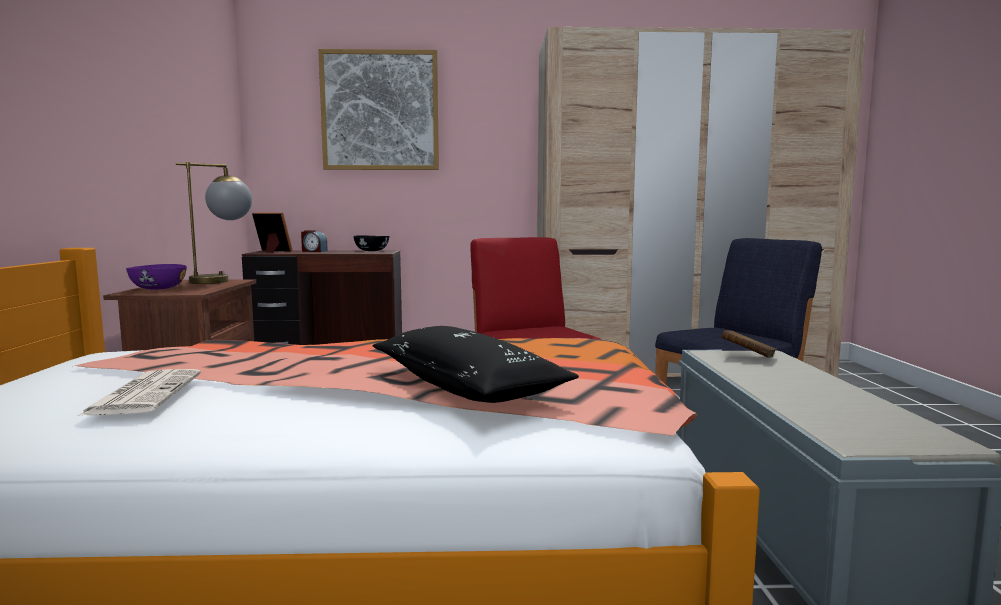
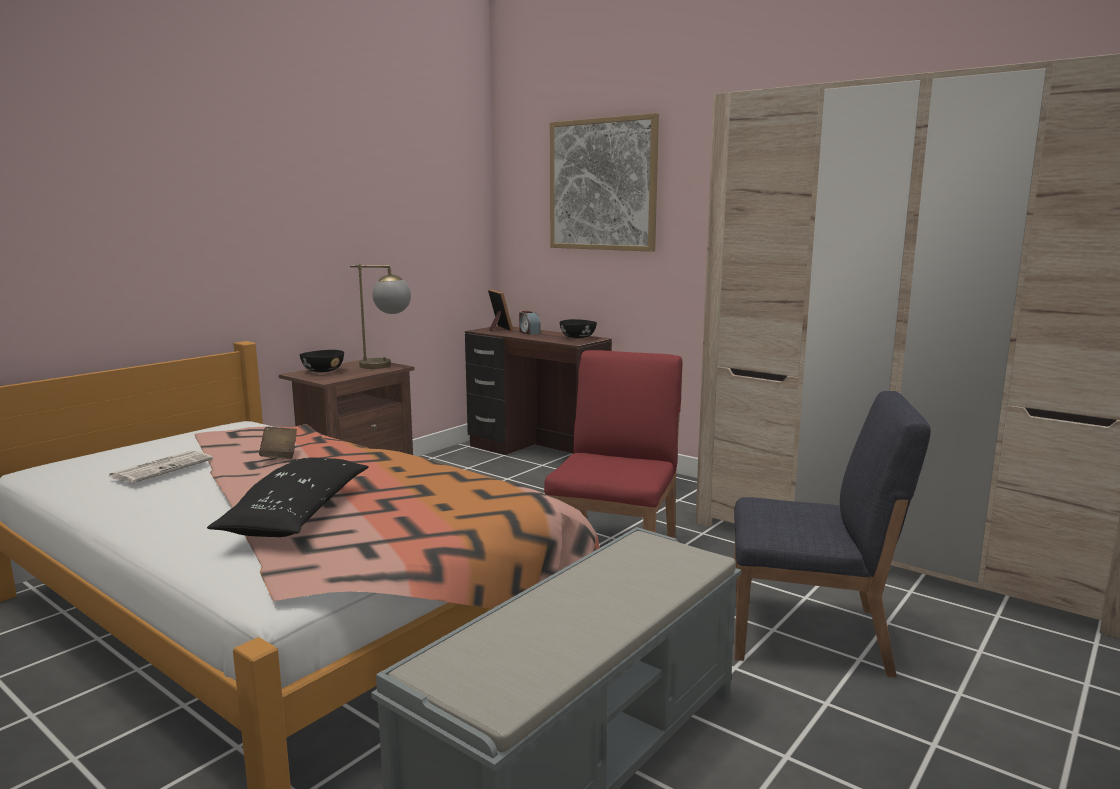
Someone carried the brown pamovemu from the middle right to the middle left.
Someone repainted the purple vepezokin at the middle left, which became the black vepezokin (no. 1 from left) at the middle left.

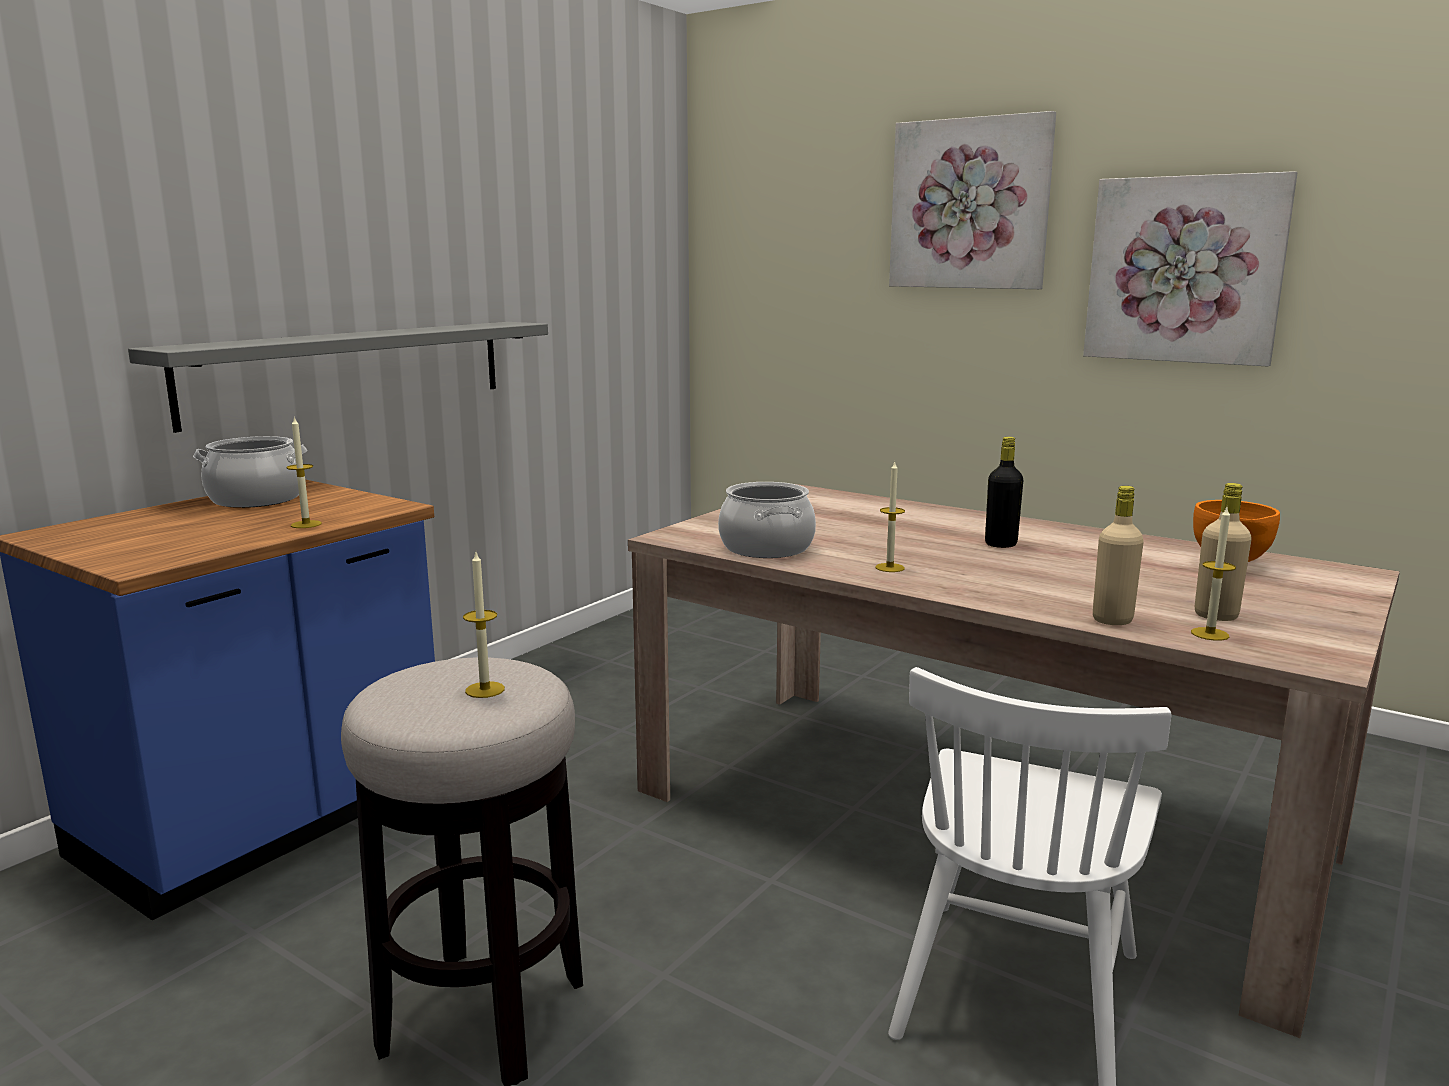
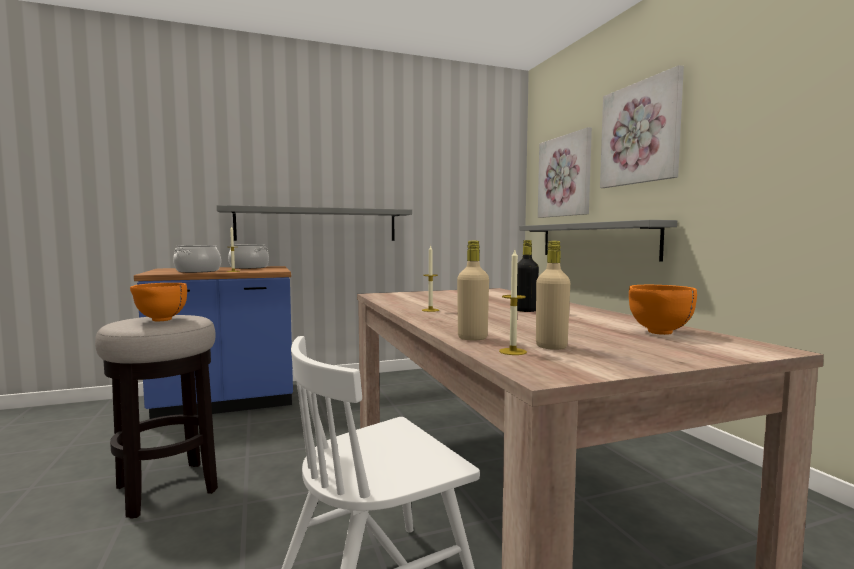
Someone swapped the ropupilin (no. 2 from left) at the centre for the orange vepezokin (no. 1 from left) at the middle left.
Someone carried the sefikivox (no. 2 from left in the first image) from the centre to the middle left.
Someone put up the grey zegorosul (no. 2 from left) at the middle right.
Someone carried the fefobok (no. 2 from left in the first image) from the top right to the top centre.

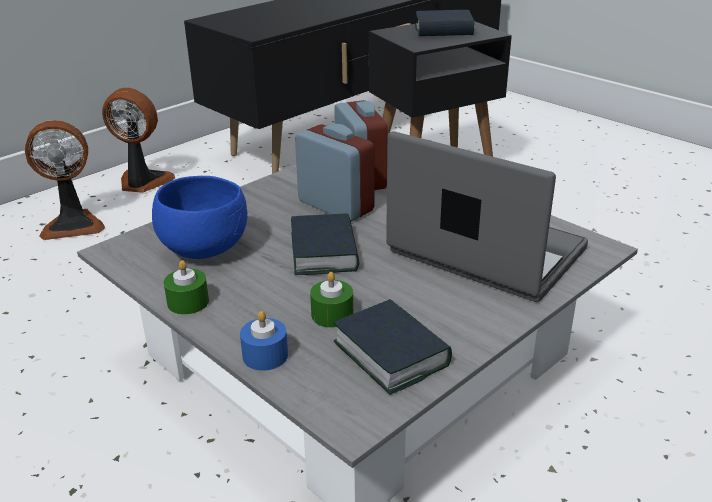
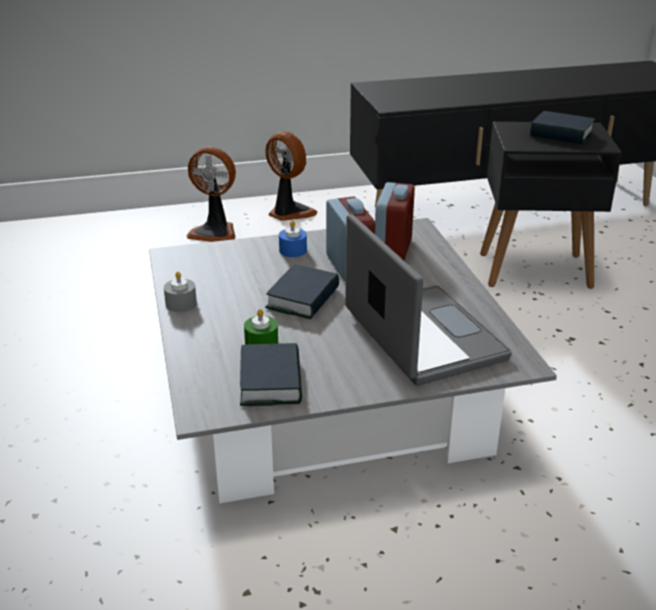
Someone repainted the green ropupilin (no. 1 from left) at the middle left, which became the grey ropupilin at the middle left.
Someone carried the blue ropupilin from the bottom centre to the centre.
Someone took away the blue vepezokin at the middle left.

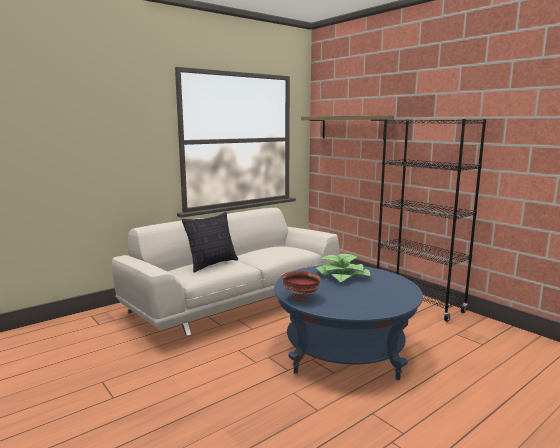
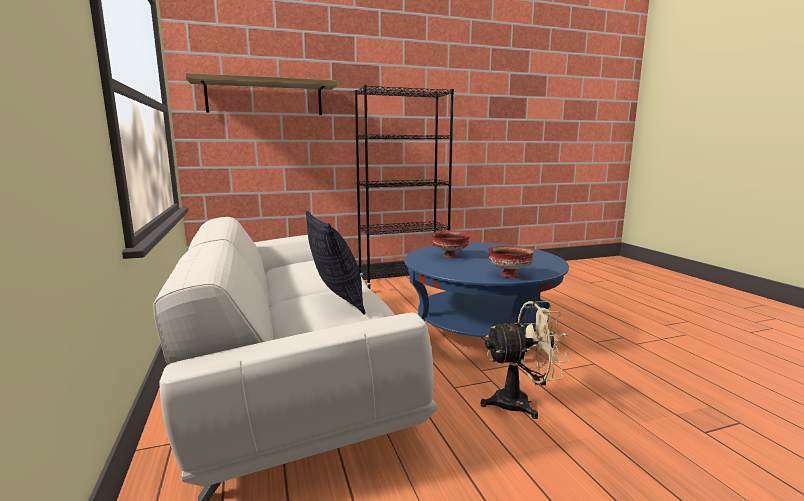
Someone swapped the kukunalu at the centre for the red vepezokin (no. 1 from left) at the centre.
Someone put down the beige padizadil at the bottom centre.

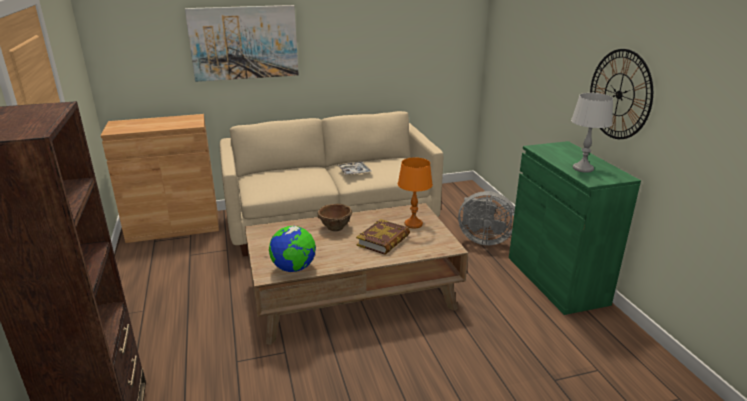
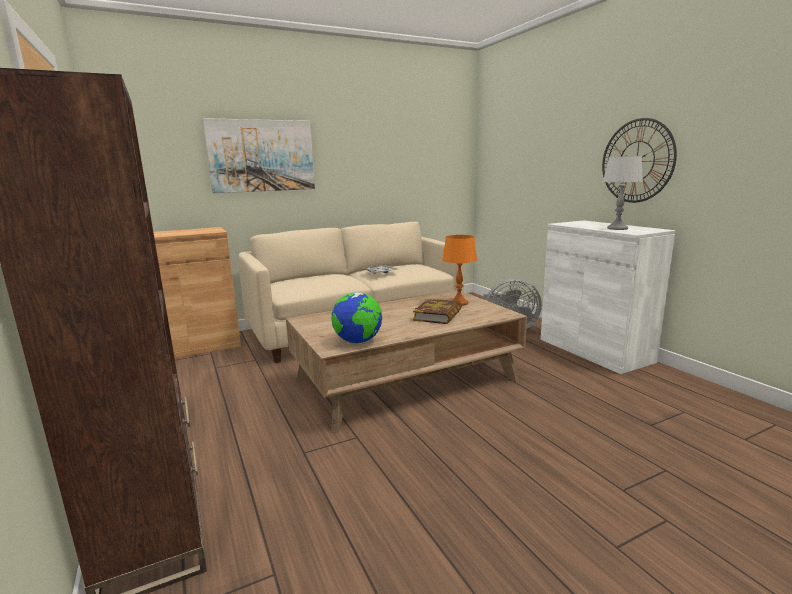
Someone repainted the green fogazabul at the middle right, which became the white fogazabul at the middle right.
Someone took away the brown vepezokin at the centre.

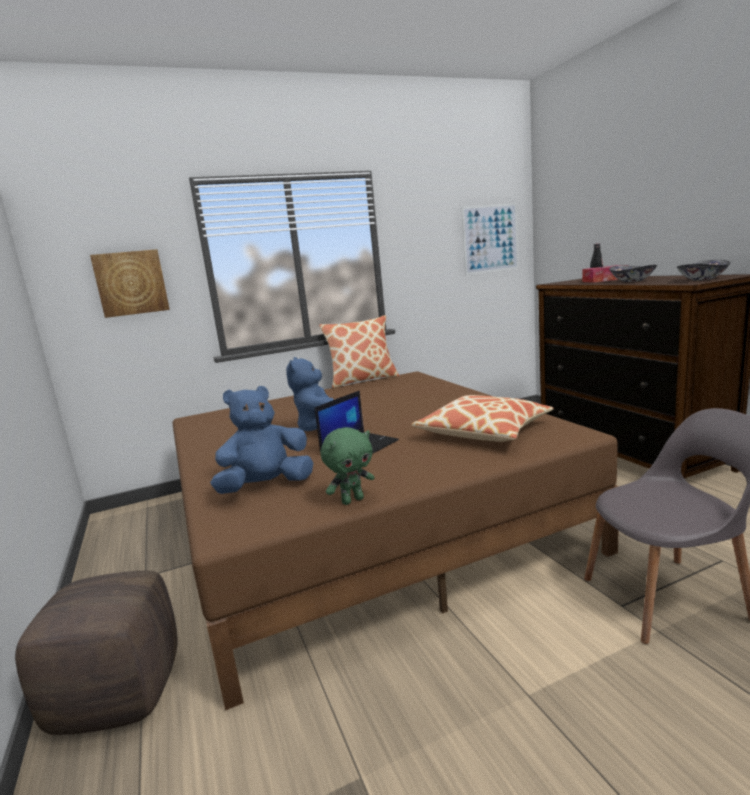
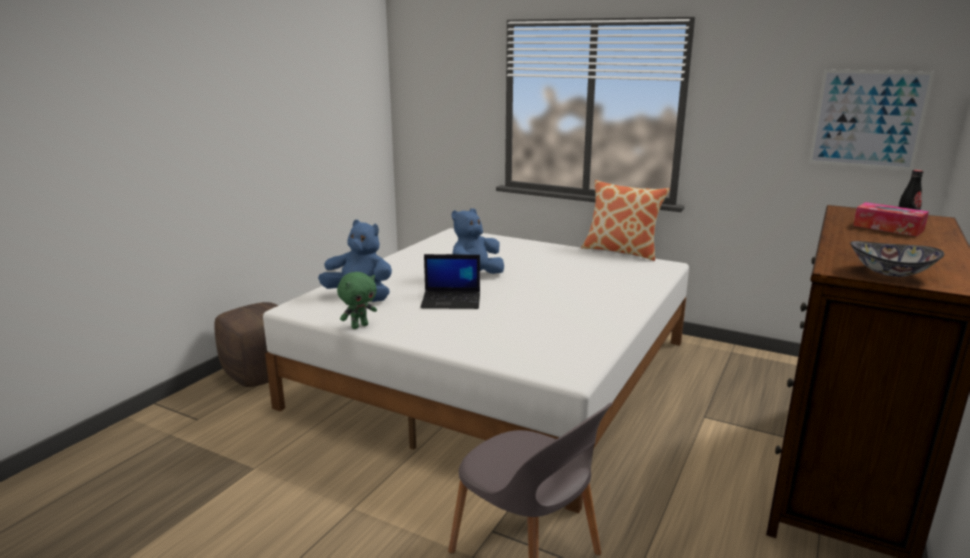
Someone repainted the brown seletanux at the bottom centre, which became the white seletanux at the centre.
Someone rotated the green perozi at the centre by 60 degrees counterclockwise.
Someone took away the fefobok (no. 1 from left) at the middle left.
Someone took away the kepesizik (no. 2 from left) at the centre.
Someone took away the vepezokin (no. 1 from left) at the middle right.

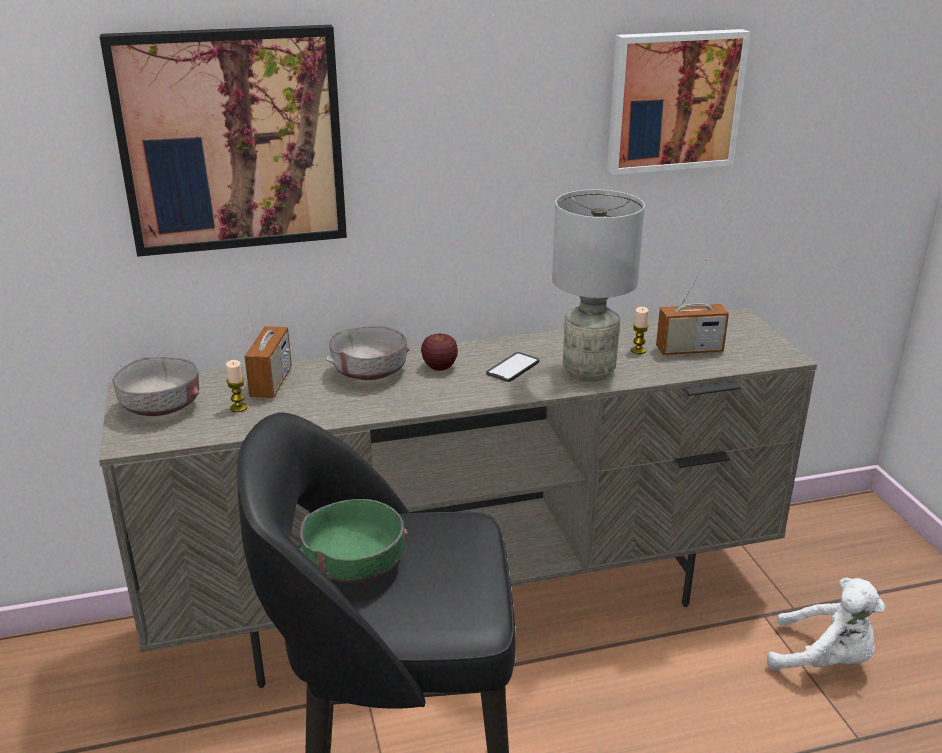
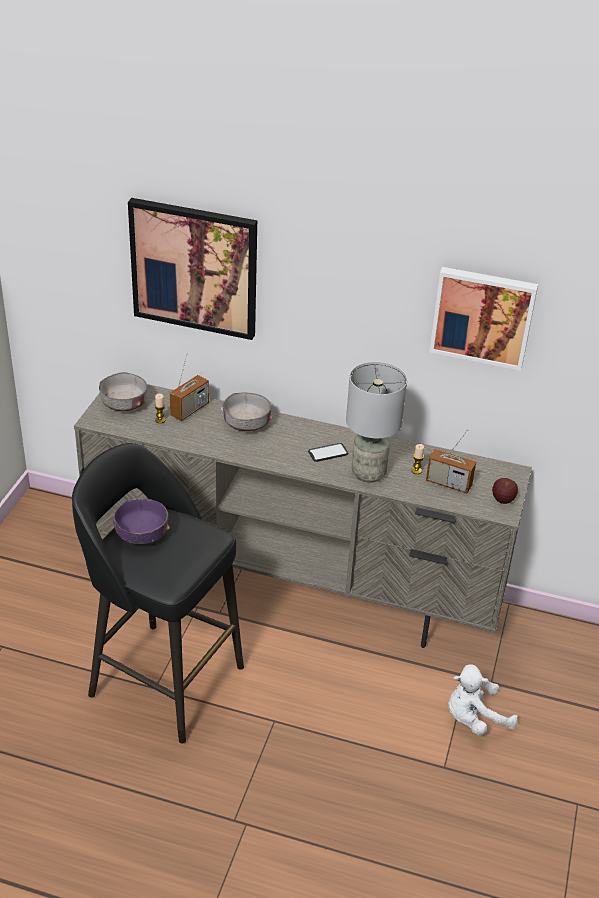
Someone repainted the green vepezokin at the bottom centre, which became the purple vepezokin at the middle left.
Someone rotated the white perozi at the bottom right by 105 degrees clockwise.
Someone carried the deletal from the centre to the middle right.

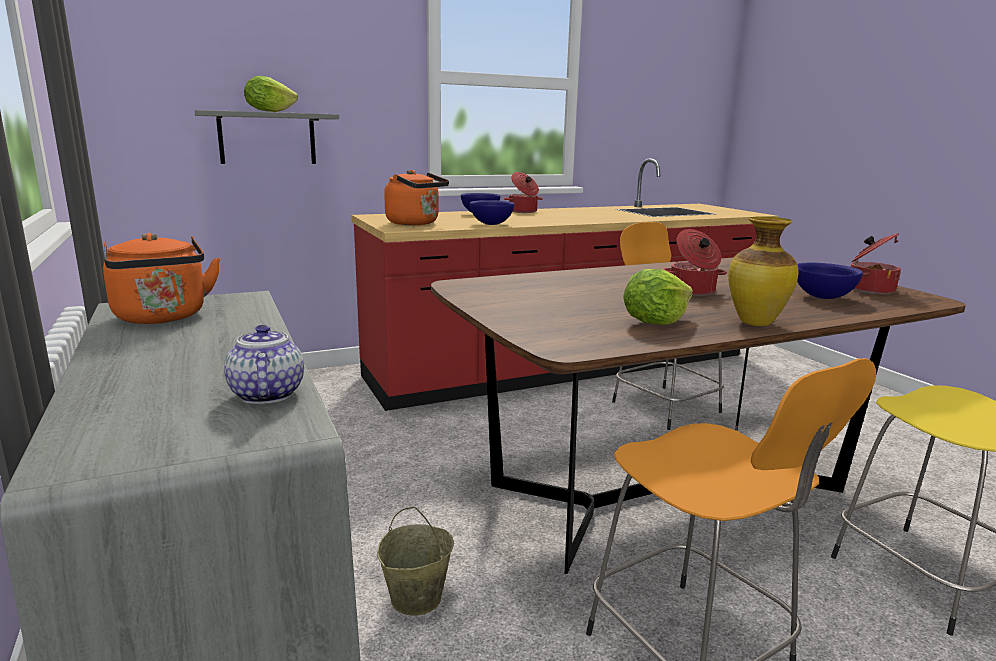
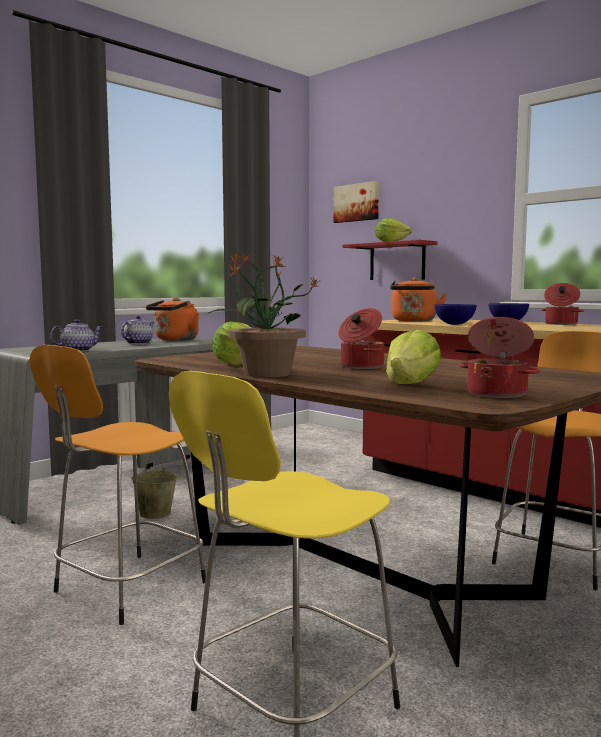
Someone put down the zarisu (no. 2 from left) at the middle left.
Someone swapped the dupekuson at the middle right for the kukunalu at the centre.
Someone put up the fefobok at the top centre.
Someone repainted the grey zegorosul at the top left, which became the red zegorosul at the centre.
Someone swapped the blue vepezokin (no. 3 from left) at the middle right for the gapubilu (no. 3 from left) at the middle right.

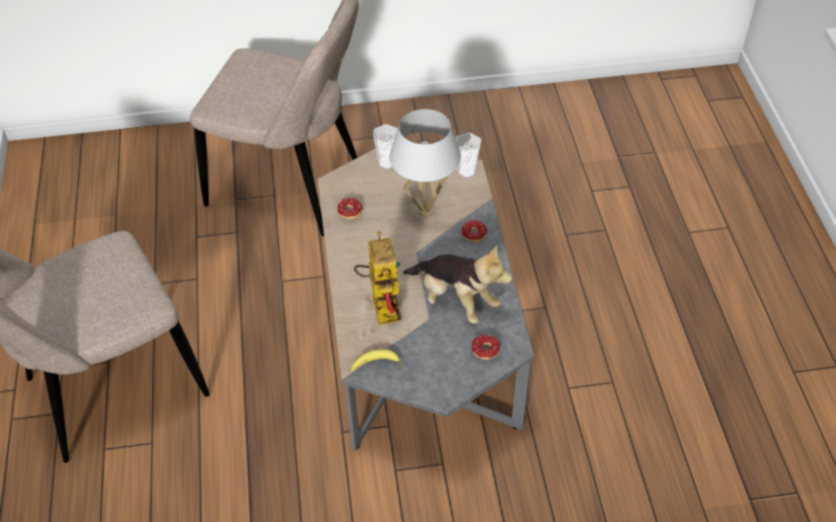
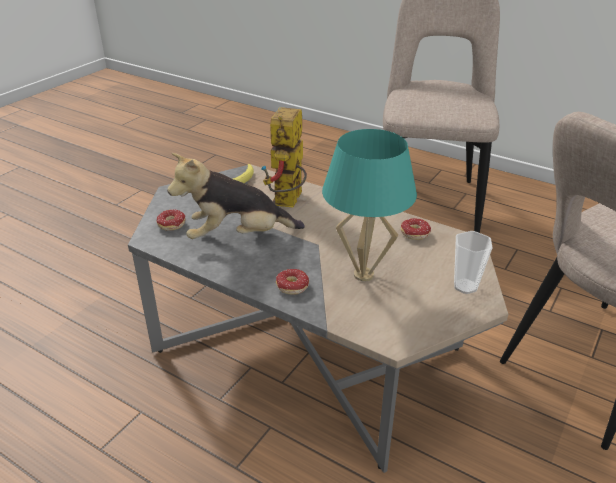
Someone rotated the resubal at the centre by 75 degrees clockwise.
Someone repainted the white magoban at the top centre, which became the turquoise magoban at the centre.
Someone took away the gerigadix (no. 2 from left) at the top centre.

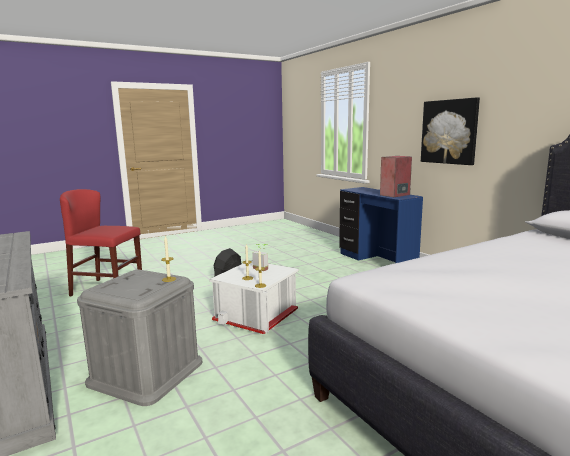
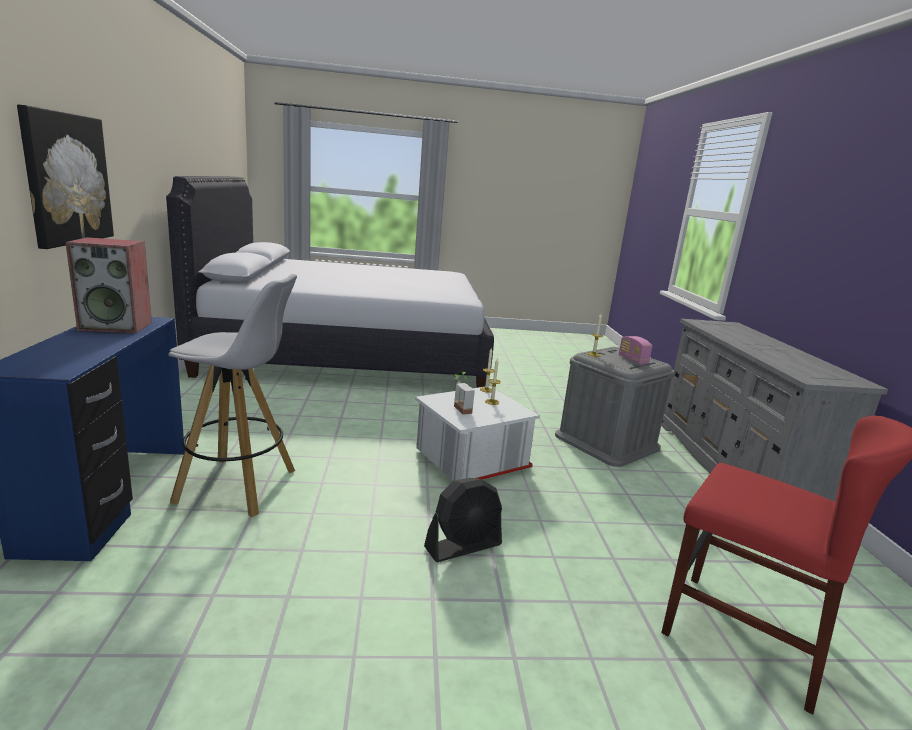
Someone put down the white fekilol at the middle left.
Someone put down the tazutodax at the middle right.

